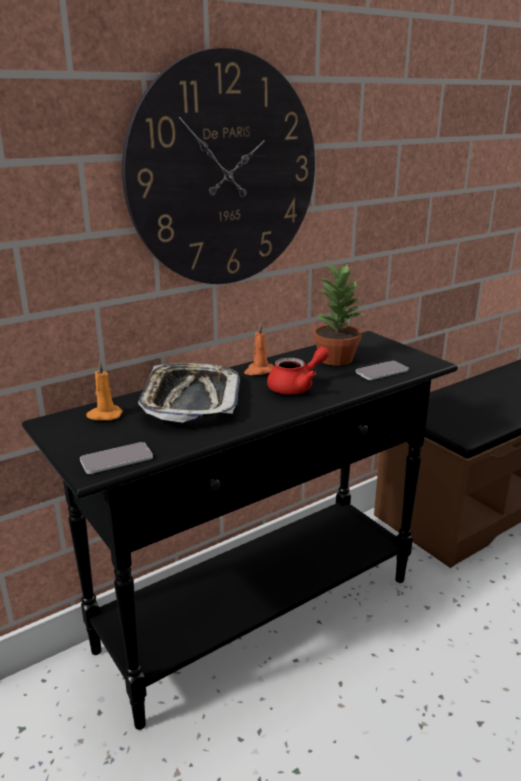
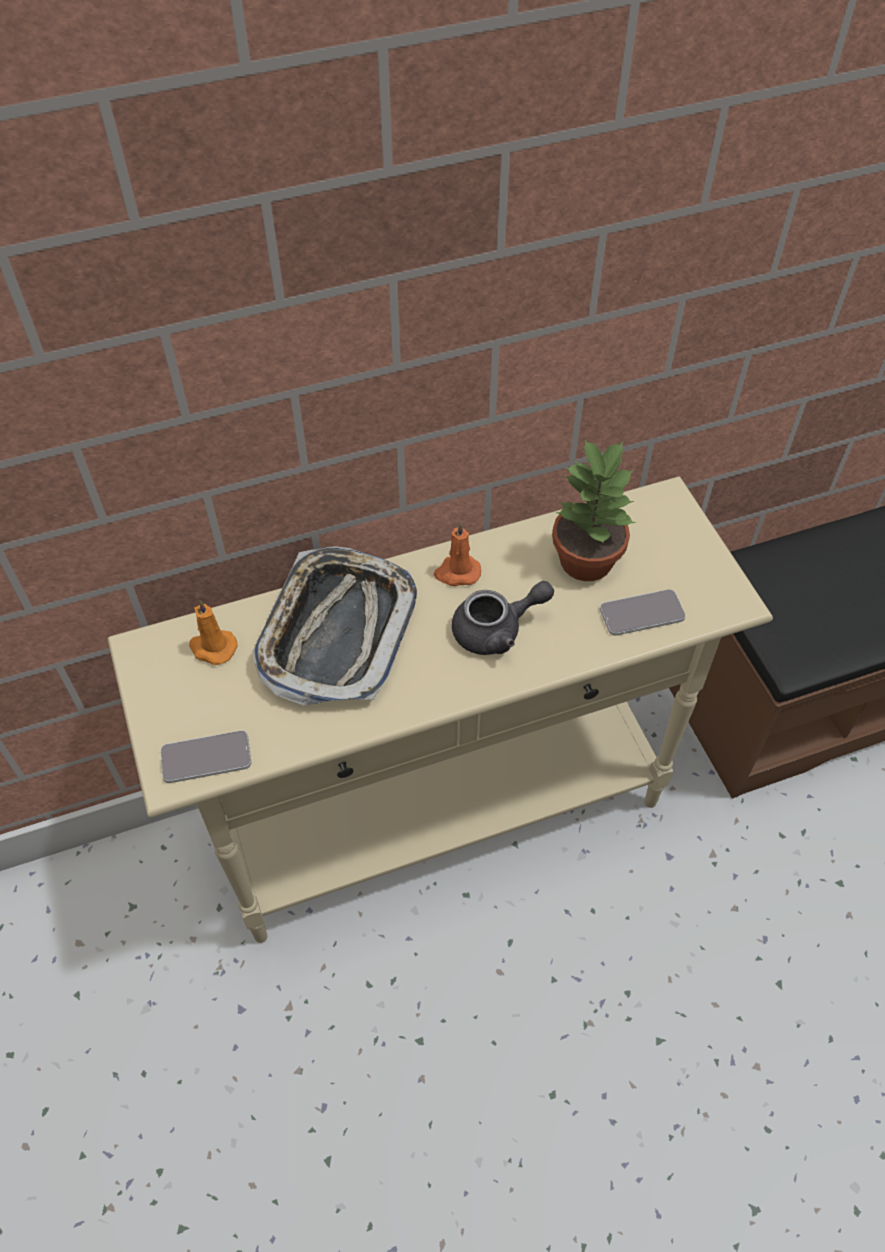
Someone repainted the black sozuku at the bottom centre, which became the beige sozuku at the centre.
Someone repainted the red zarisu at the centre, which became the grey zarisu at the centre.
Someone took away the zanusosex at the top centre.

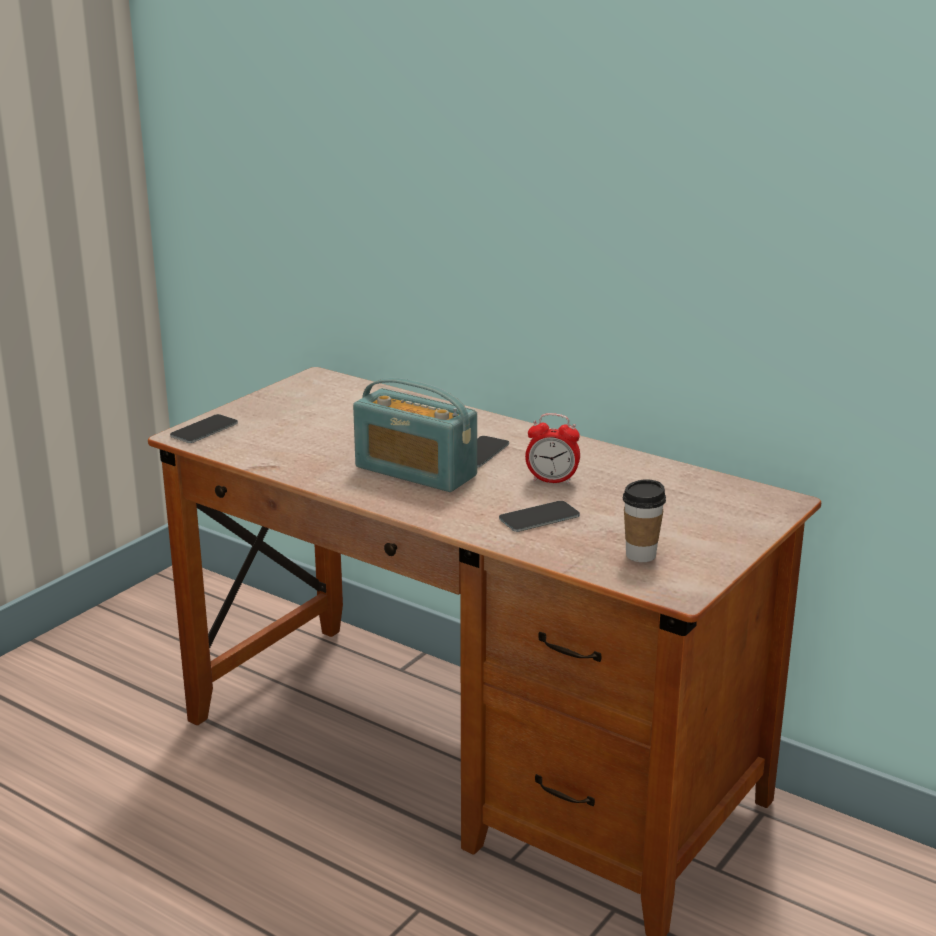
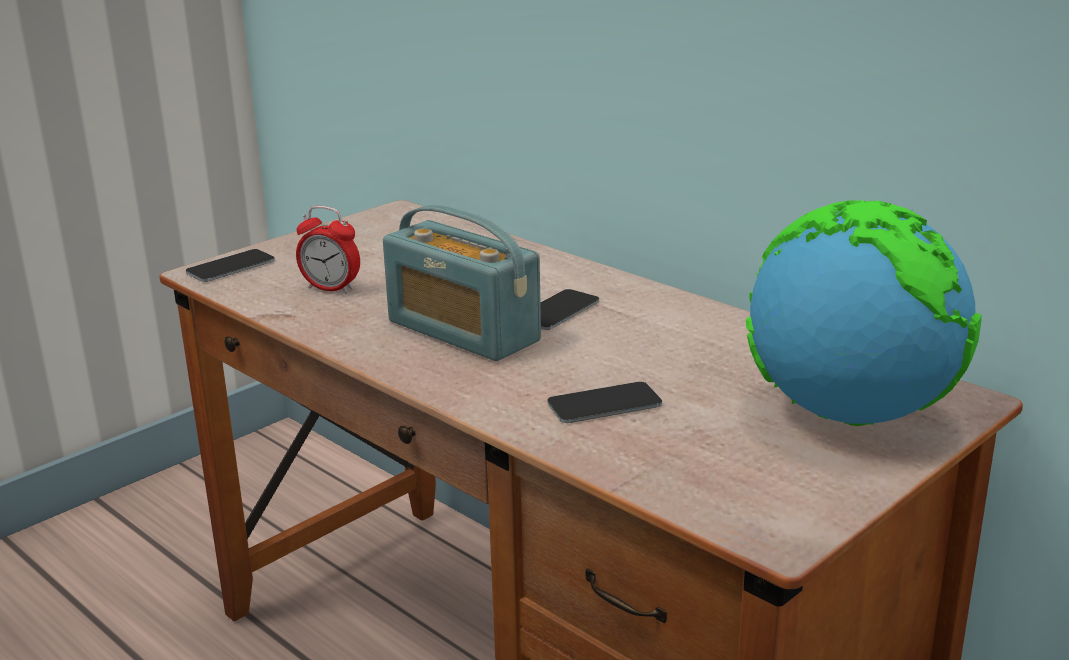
Someone carried the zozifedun from the centre to the middle left.
Someone put down the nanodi at the middle right.
Someone took away the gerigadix at the middle right.

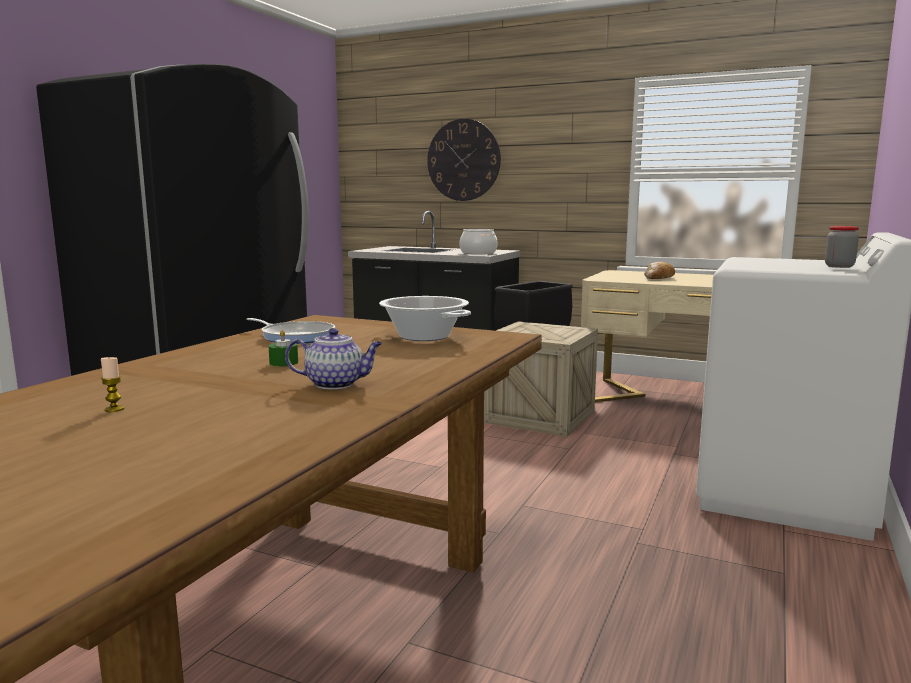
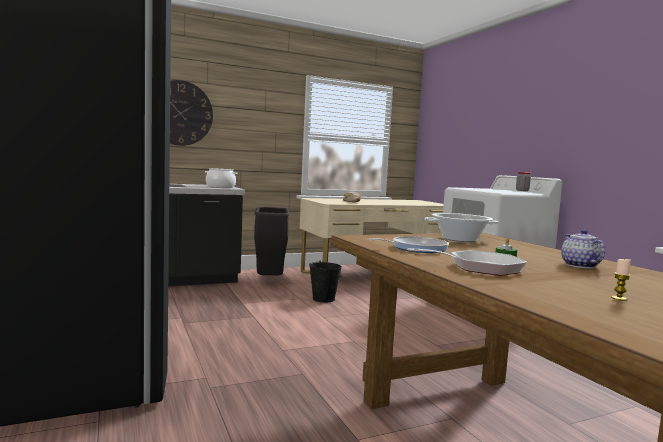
Someone swapped the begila at the centre for the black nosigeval at the centre.
Someone put down the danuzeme (no. 2 from left) at the middle right.
Someone rotated the zarisu at the centre by 45 degrees counterclockwise.

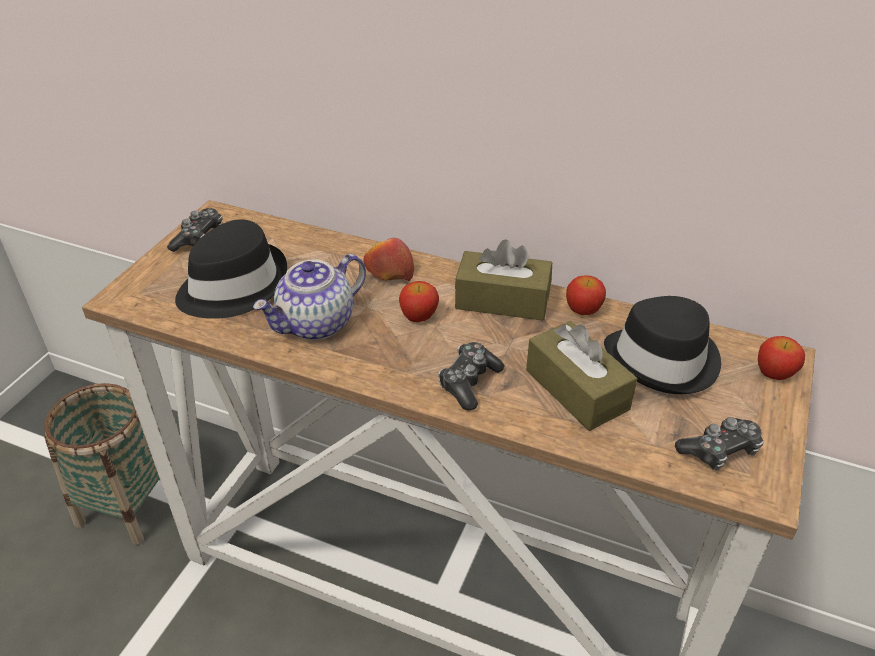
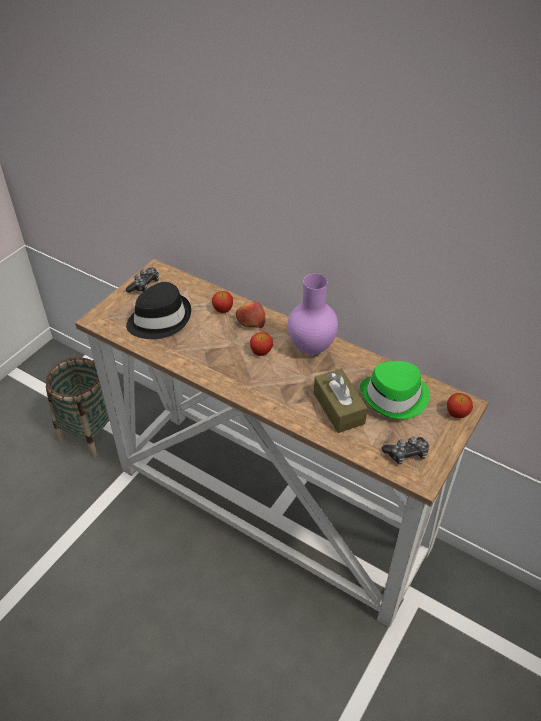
Someone carried the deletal (no. 3 from left in the first image) from the middle right to the centre.
Someone swapped the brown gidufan (no. 1 from left) at the centre for the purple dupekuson at the centre.
Someone repainted the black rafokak (no. 2 from left) at the middle right, which became the green rafokak at the middle right.
Someone took away the zarisu at the centre.
Someone took away the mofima (no. 2 from left) at the centre.

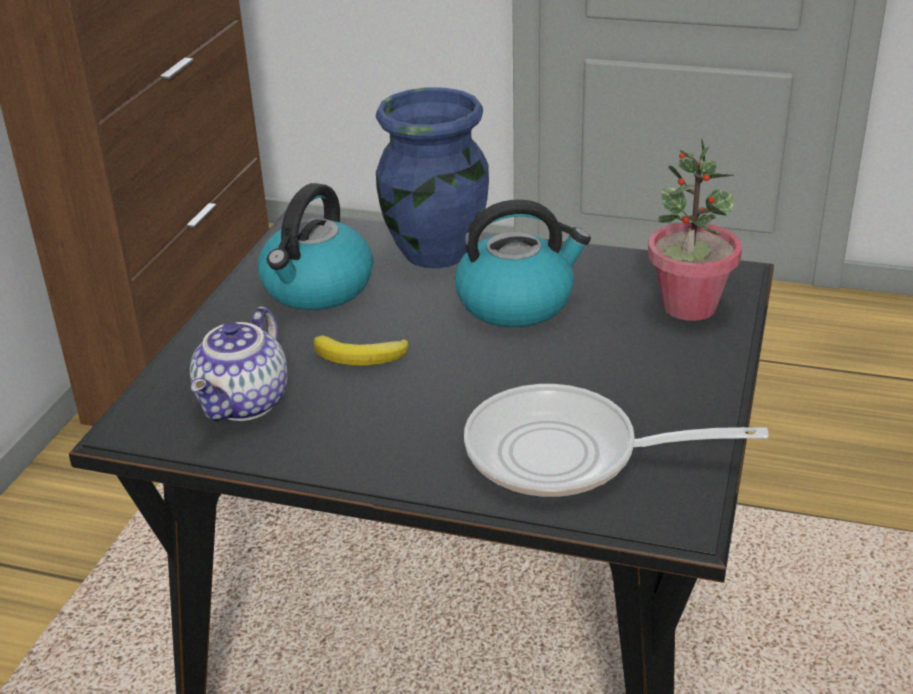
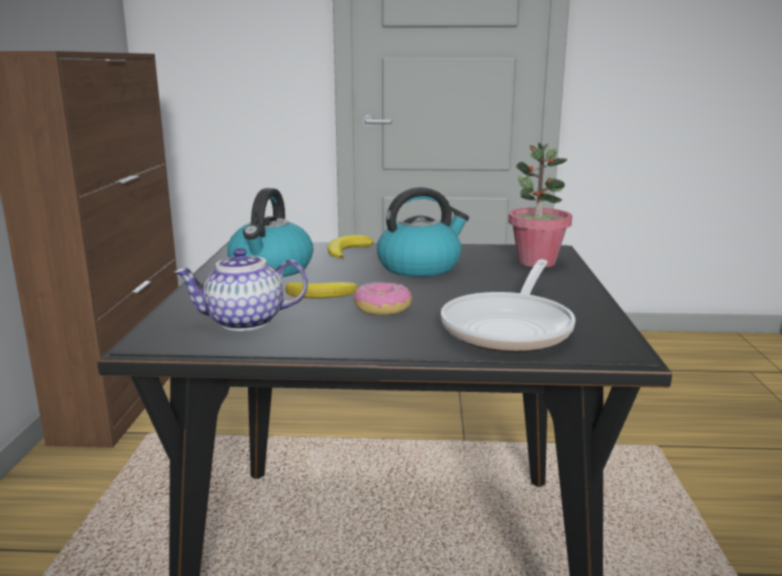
Someone rotated the zarisu at the middle left by 75 degrees clockwise.
Someone swapped the blue dupekuson at the top centre for the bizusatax (no. 2 from left) at the centre.
Someone put down the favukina at the centre.
Someone rotated the danuzeme at the middle right by 60 degrees counterclockwise.

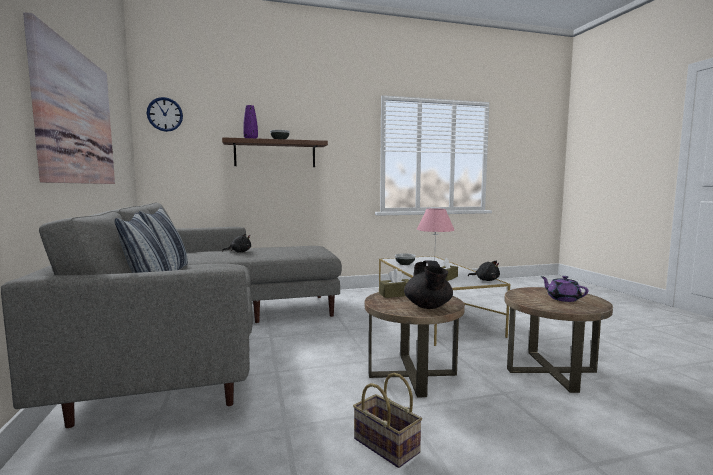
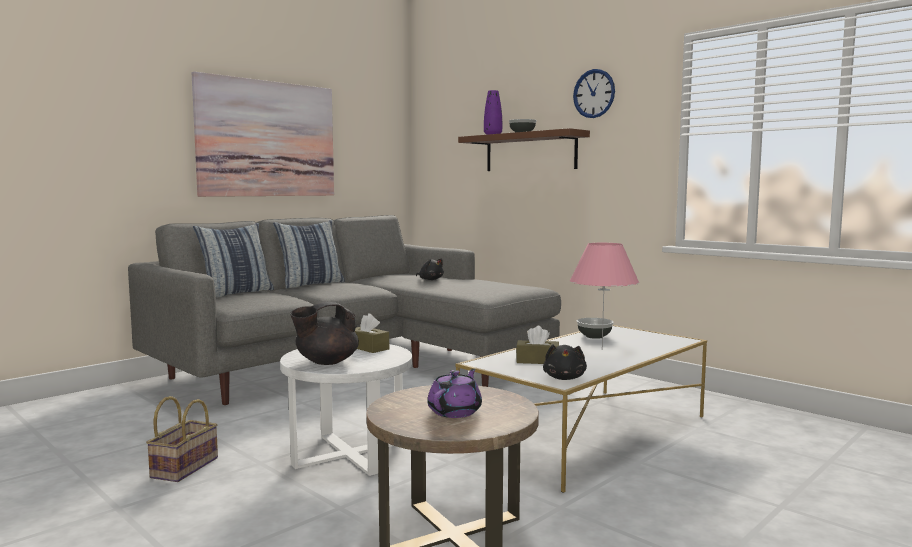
Someone repainted the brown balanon (no. 1 from left) at the bottom centre, which became the white balanon at the bottom centre.
Someone carried the zanusosex from the top left to the top centre.

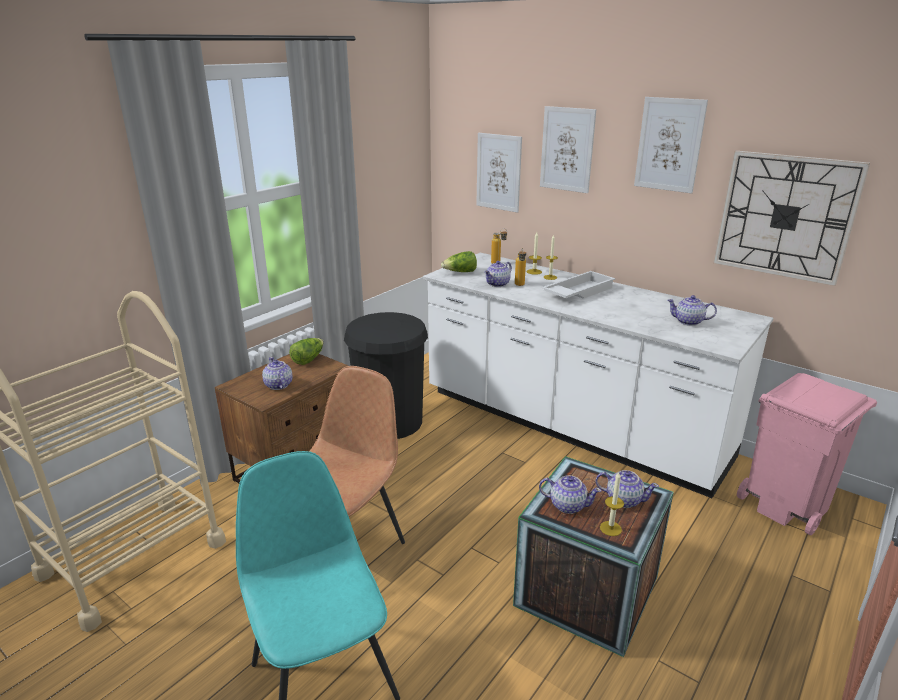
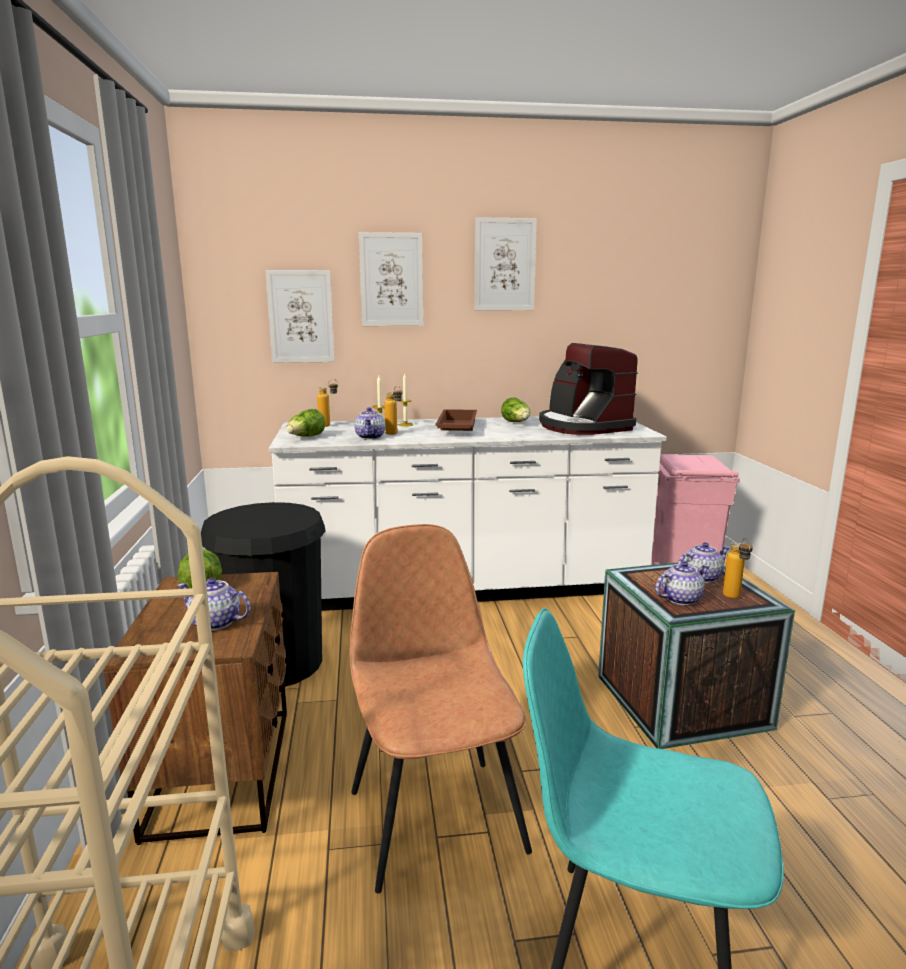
Someone repainted the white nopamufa at the centre, which became the brown nopamufa at the centre.
Someone put down the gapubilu (no. 3 from left) at the centre.
Someone swapped the zarisu (no. 5 from left) at the middle right for the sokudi at the centre.
Someone swapped the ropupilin (no. 3 from left) at the bottom right for the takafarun (no. 3 from left) at the middle right.
Someone took away the zanusosex at the top right.

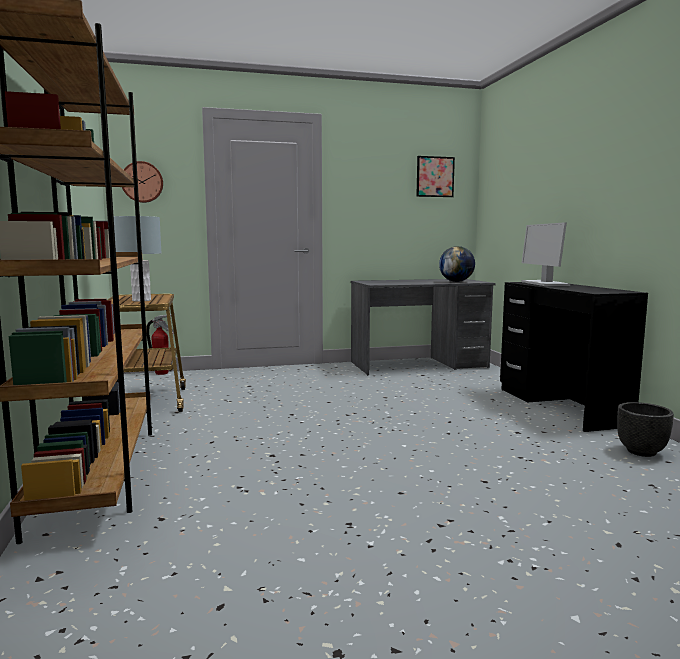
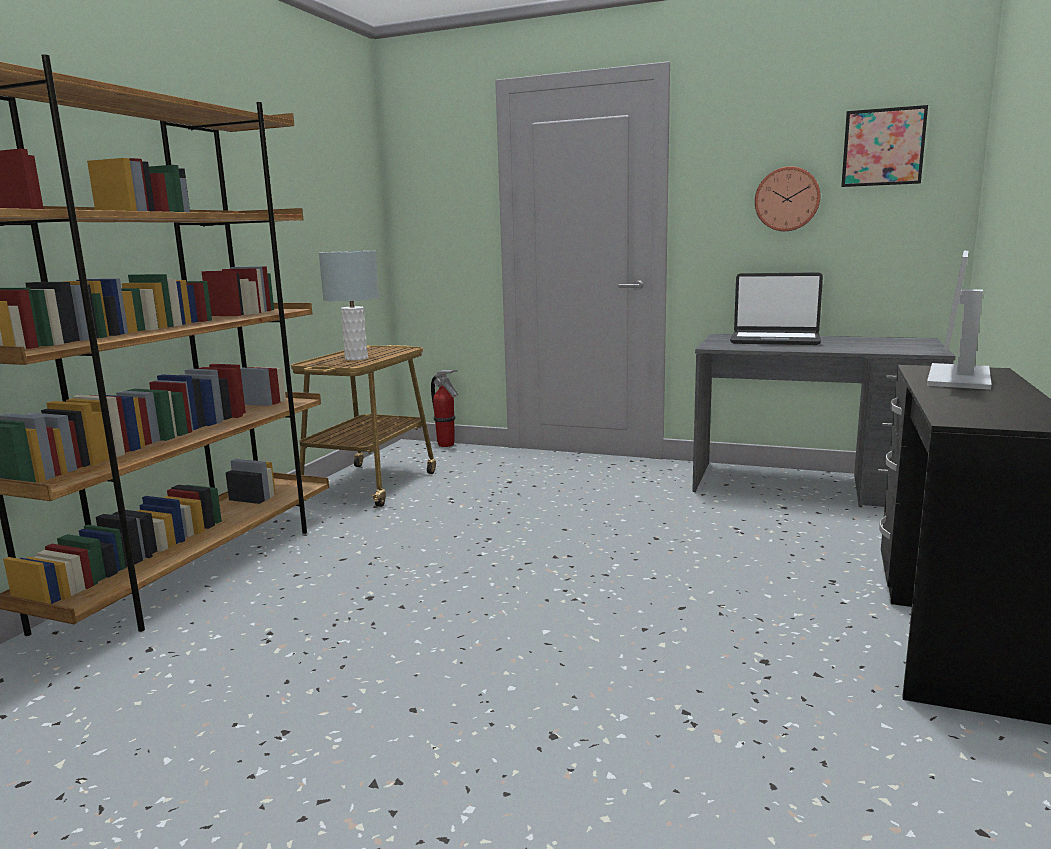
Someone put down the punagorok at the middle right.
Someone carried the zanusosex from the top left to the top right.
Someone took away the nanodi at the middle right.
Someone took away the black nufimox at the middle right.

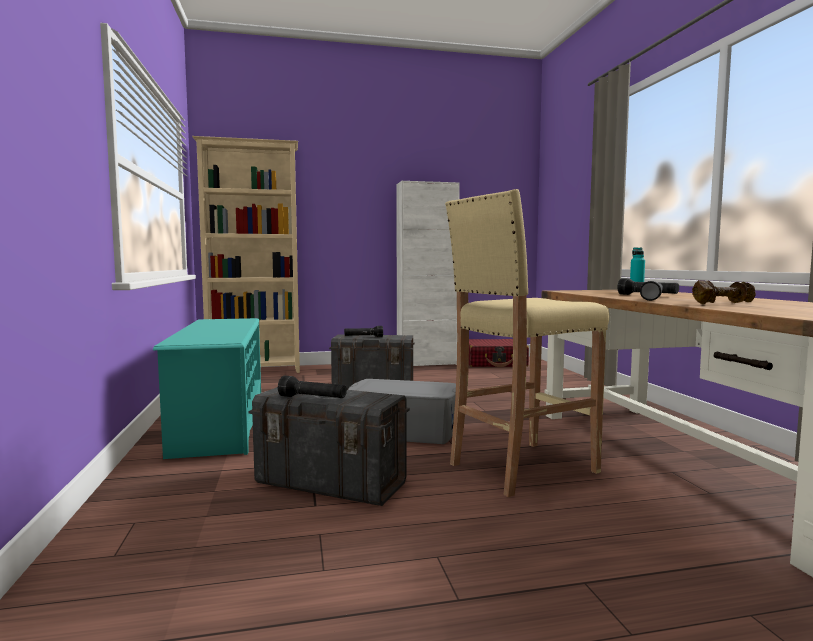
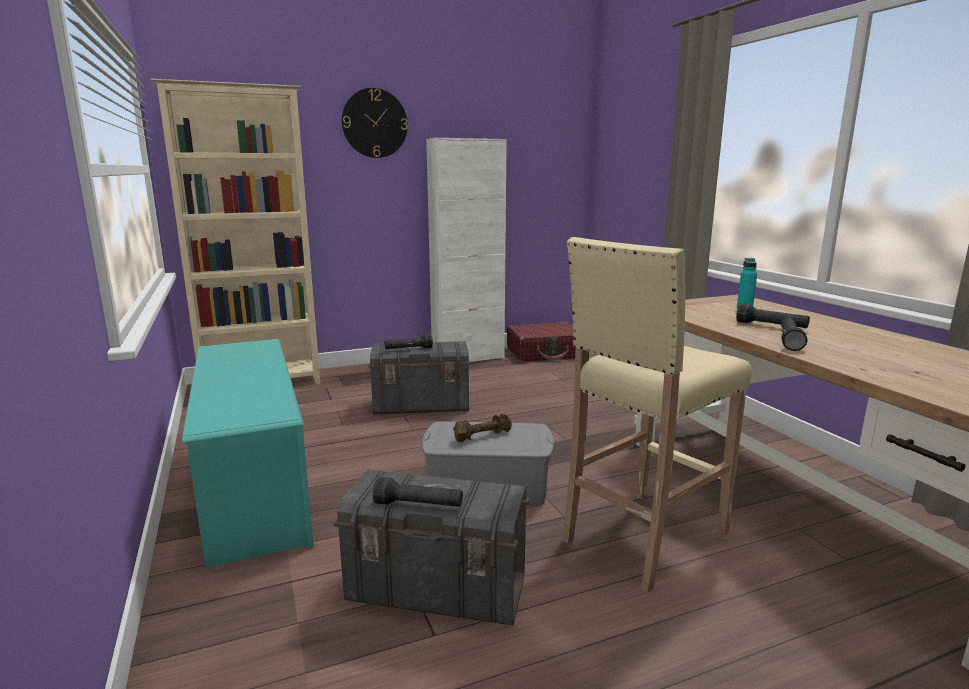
Someone put up the zanusosex at the top centre.
Someone carried the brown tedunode from the middle right to the centre.

